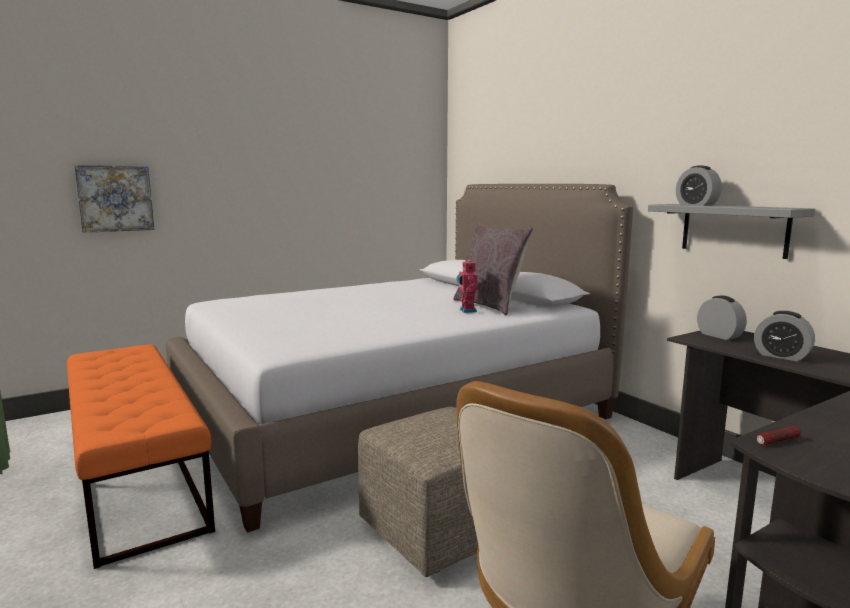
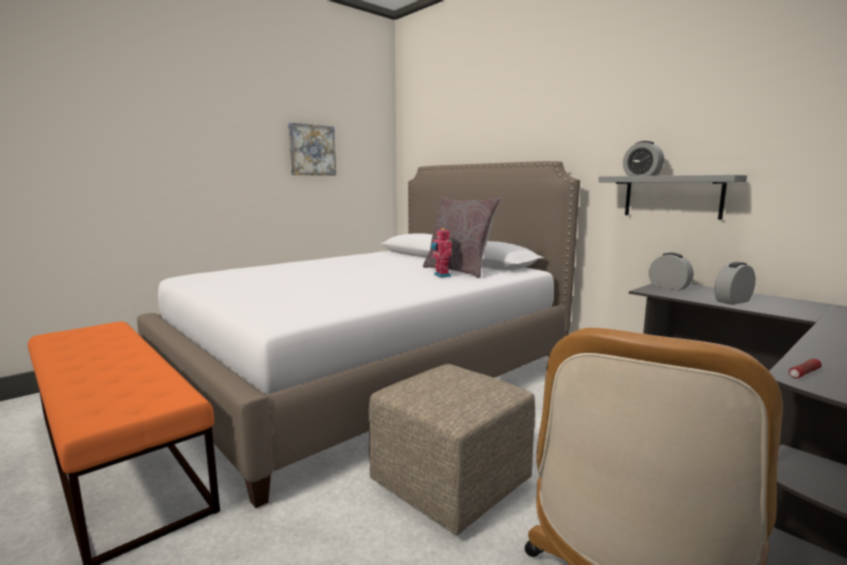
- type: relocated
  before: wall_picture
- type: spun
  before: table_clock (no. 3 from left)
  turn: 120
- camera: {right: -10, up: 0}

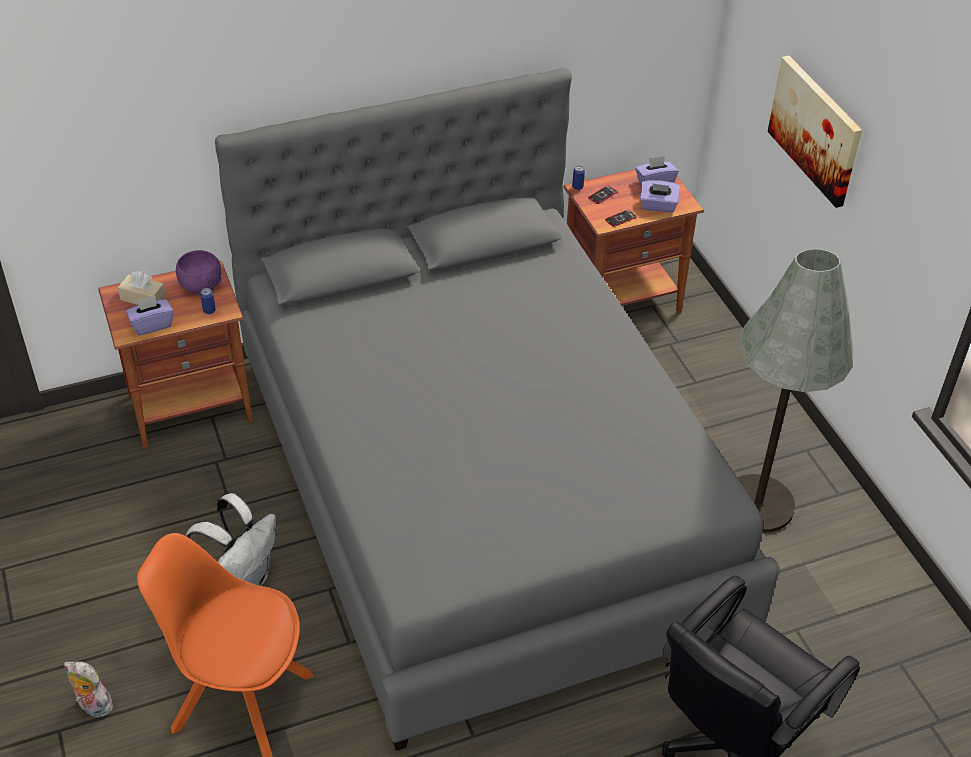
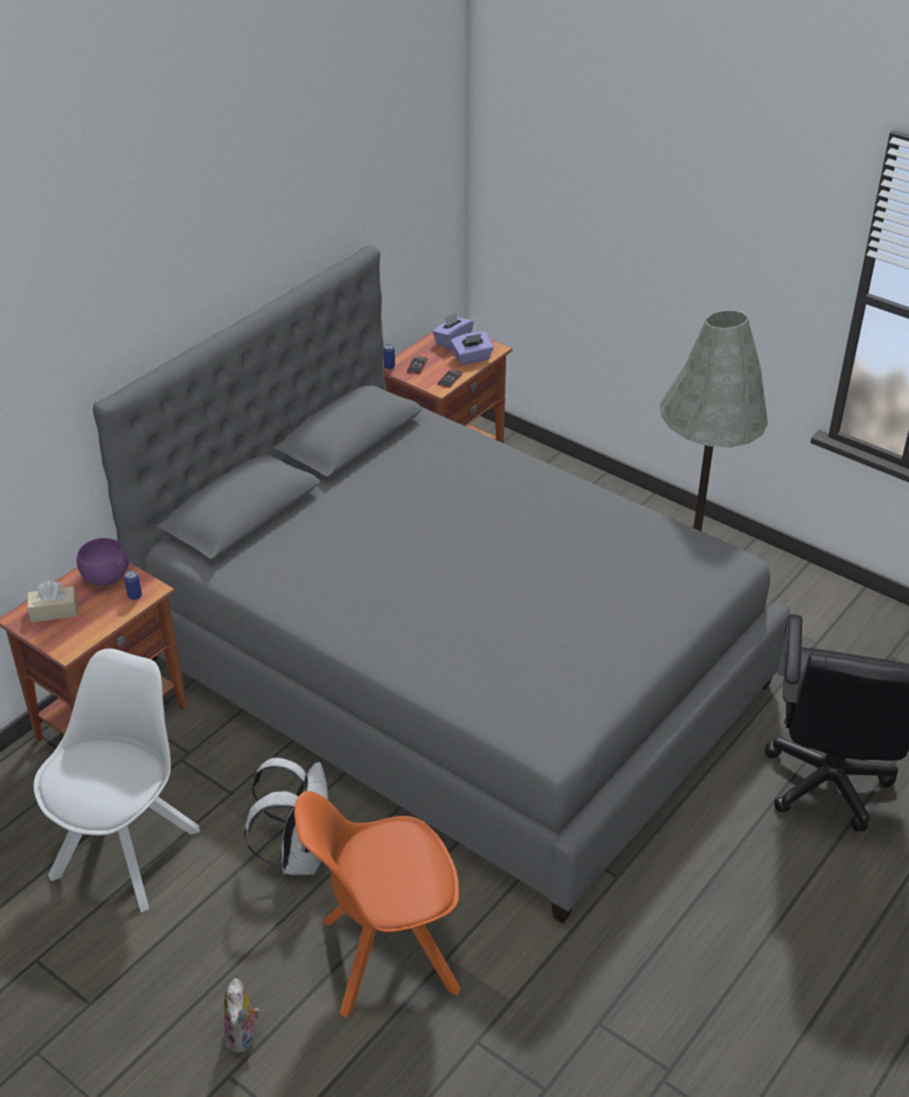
- type: missing
  before: purple-coloured_tissue_box (no. 1 from left)
- type: missing
  before: wall_picture
- type: appeared
  after: whitish_chair
- type: spun
  before: soft_toy
  turn: -90
- camera: {right: -30, up: -5}

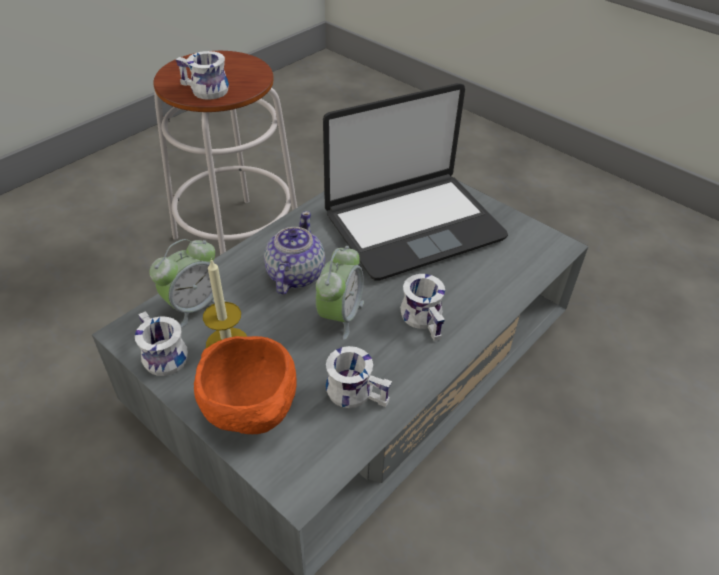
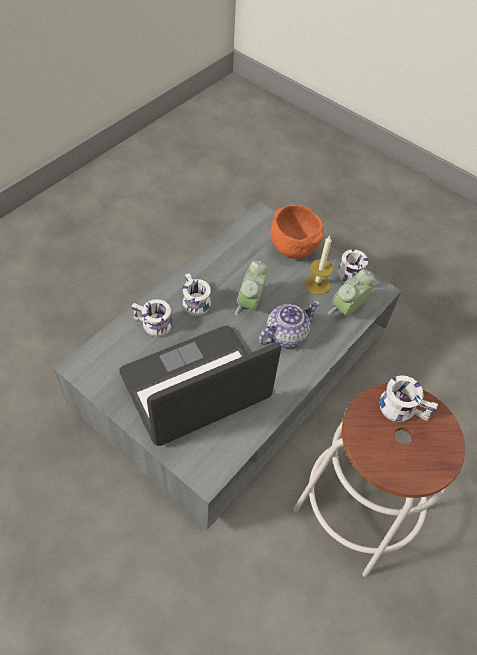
- type: relocated
  before: whitish_mug (no. 3 from left in the first image)
  after: whitish_mug (no. 1 from left)
- type: spun
  before: pot_for_tea
  turn: -135
- camera: {right: 175, up: 10}

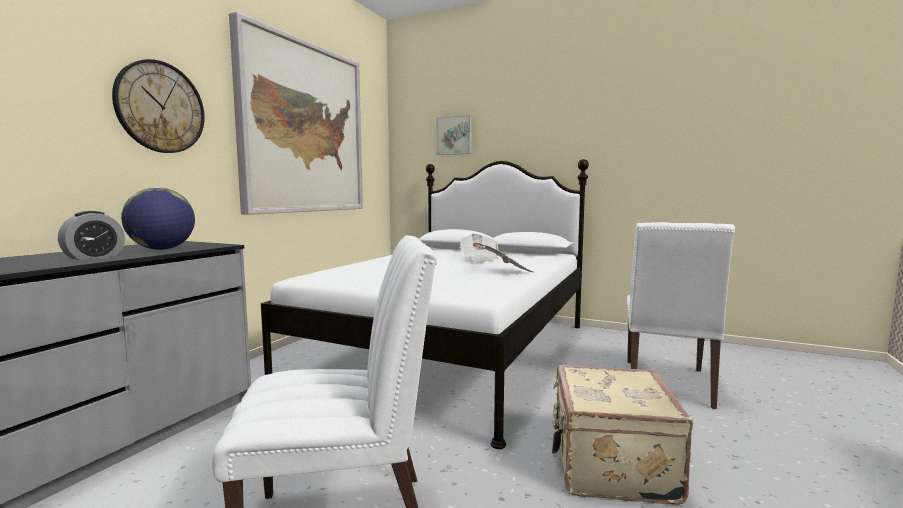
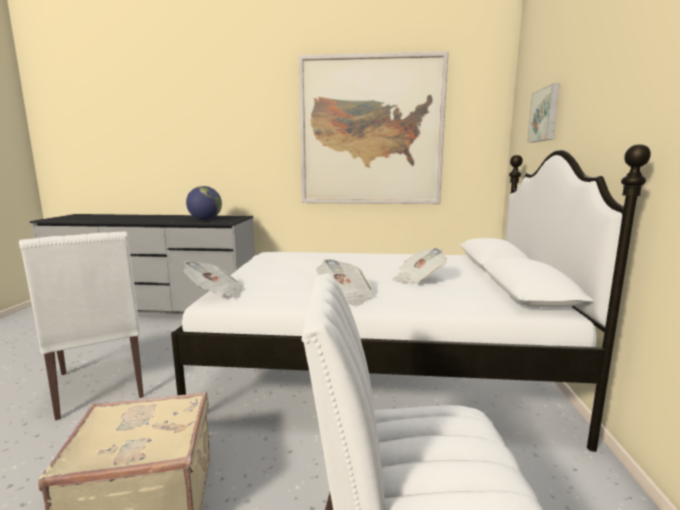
- type: missing
  before: table_clock
- type: missing
  before: wall_clock
- type: appeared
  after: daily_paper (no. 1 from left)
- camera: {right: 70, up: 5}

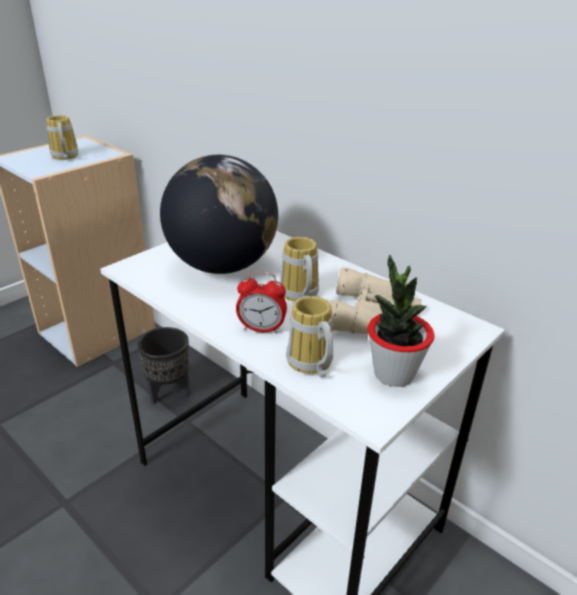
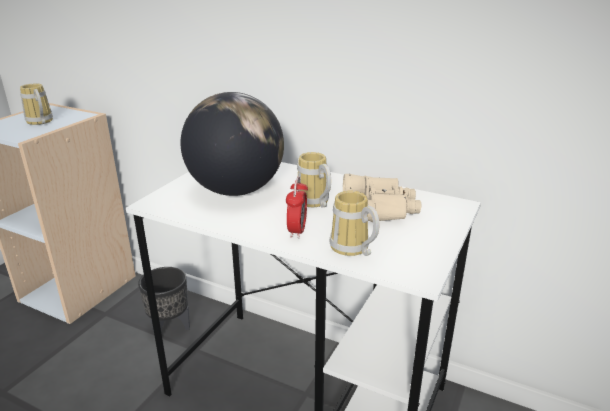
- type: missing
  before: potted_plant
- type: spun
  before: table_clock
  turn: -75
- camera: {right: -15, up: -5}

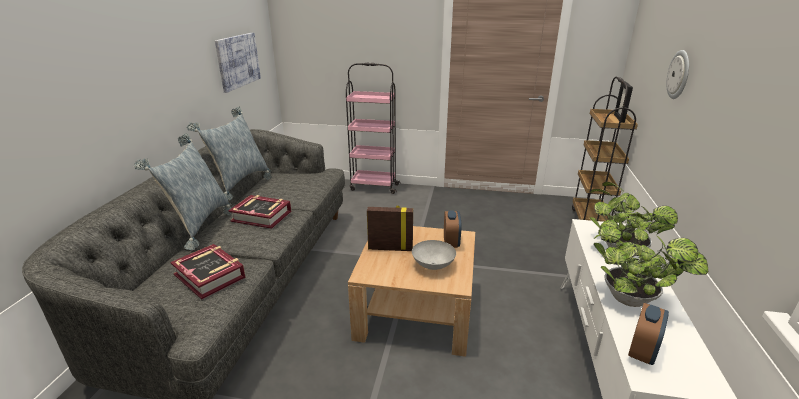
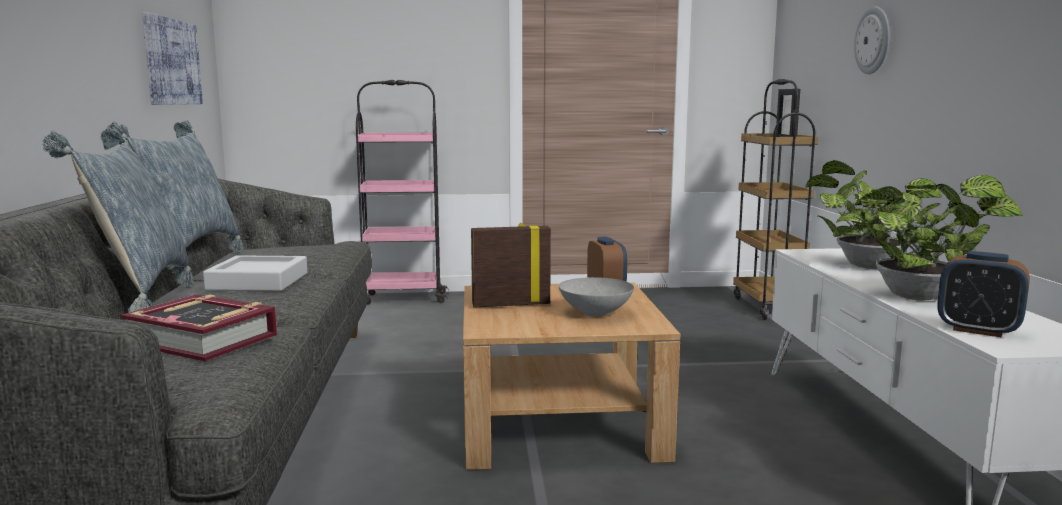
- type: exchanged
  before: volume (no. 2 from left)
  after: grey_tray
- type: spun
  before: table_clock (no. 2 from left)
  turn: 105
- camera: {right: -15, up: -15}

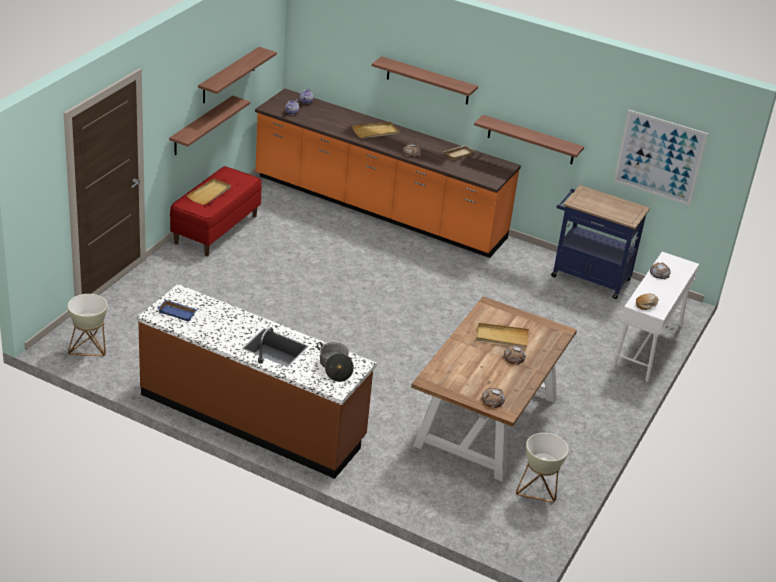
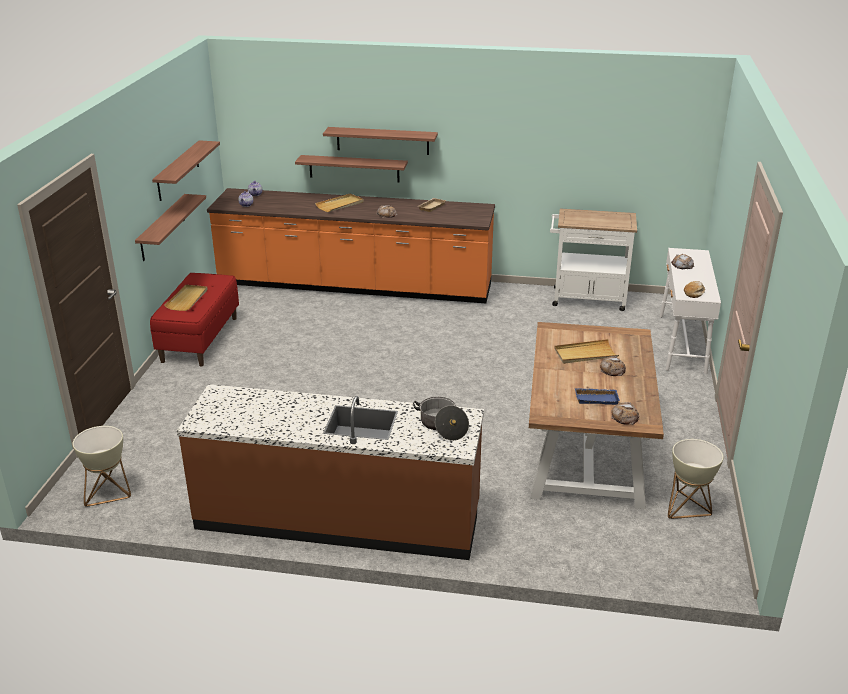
- type: missing
  before: wall_picture
- type: relocated
  before: blue_tray
- type: relocated
  before: bracket_shelf (no. 4 from left in the first image)
  after: bracket_shelf (no. 3 from left)
- type: colour
  before: blue_wheeled_cart
  after: whitish_wheeled_cart
- camera: {right: -15, up: -5}

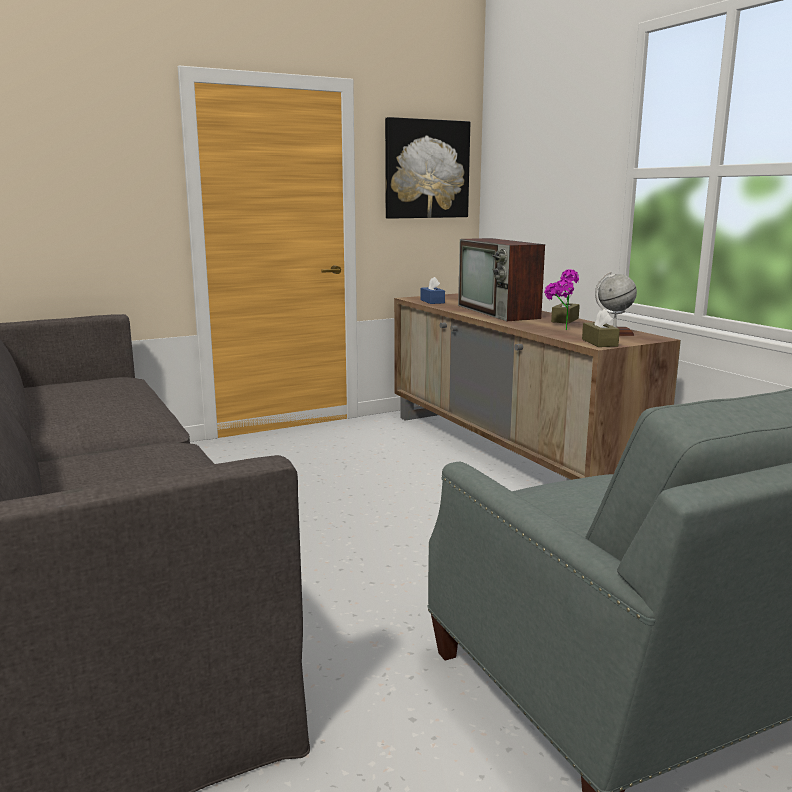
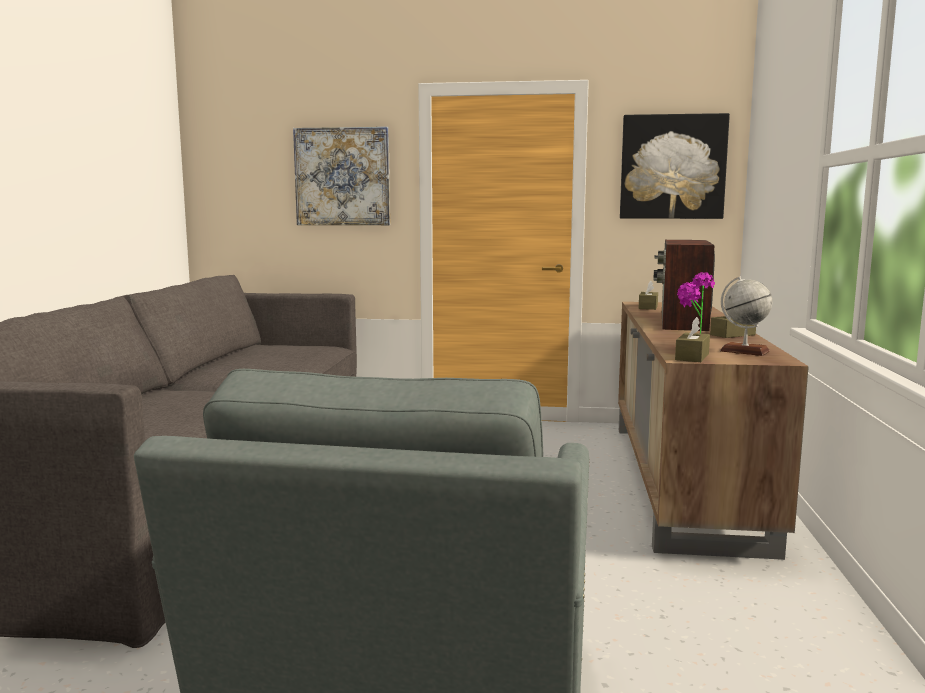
- type: appeared
  after: wall_picture (no. 1 from left)
- type: colour
  before: blue_tissue_box
  after: brownish_tissue_box (no. 1 from left)
- camera: {right: 35, up: -5}

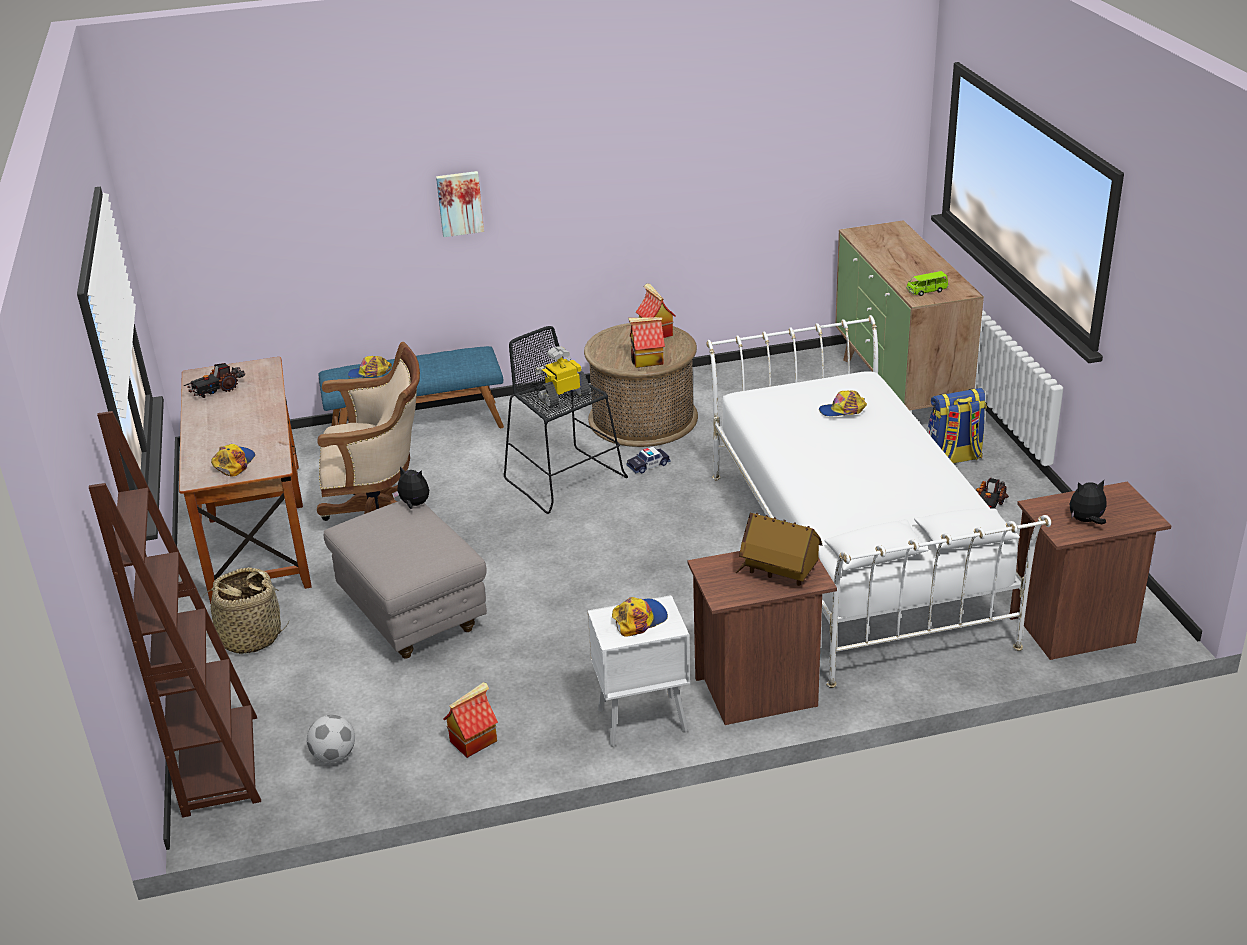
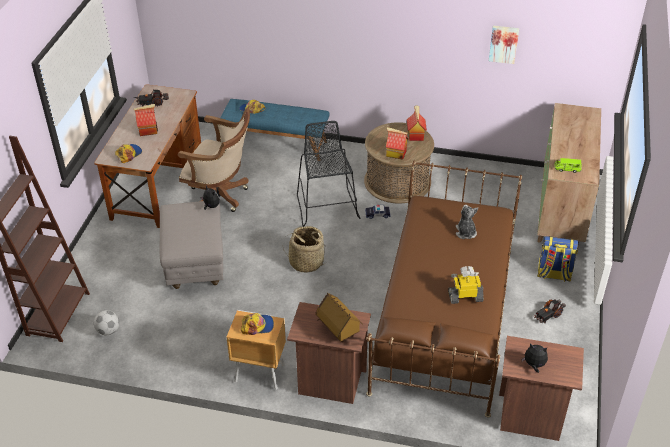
- type: relocated
  before: household_basket
- type: relocated
  before: wall_picture
- type: relocated
  before: model_house (no. 1 from left)
- type: relocated
  before: model_robot
- type: exchanged
  before: baseball_cap (no. 4 from left)
  after: soft_toy (no. 2 from left)
- type: colour
  before: whitish_night_table
  after: brownish_night_table (no. 1 from left)
- type: colour
  before: whitish_sleeping_bed
  after: brownish_sleeping_bed
- camera: {right: 25, up: 10}

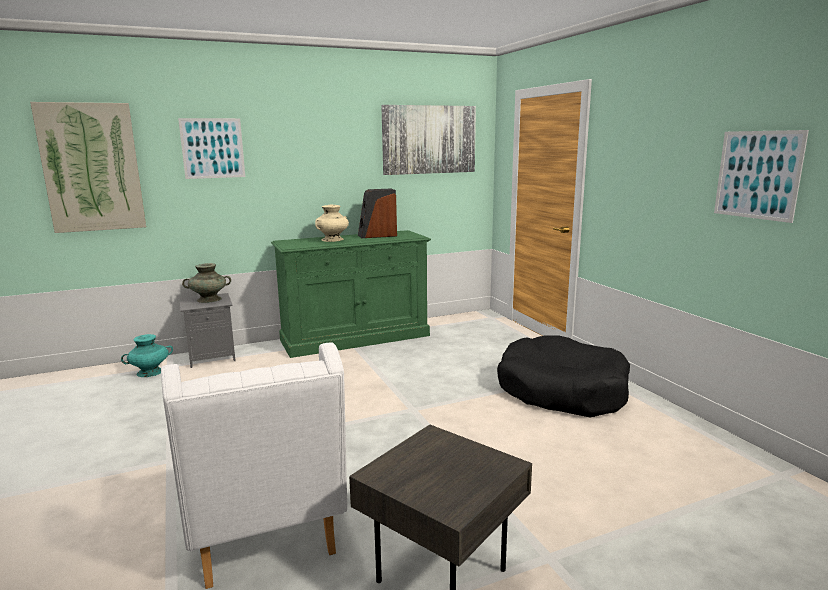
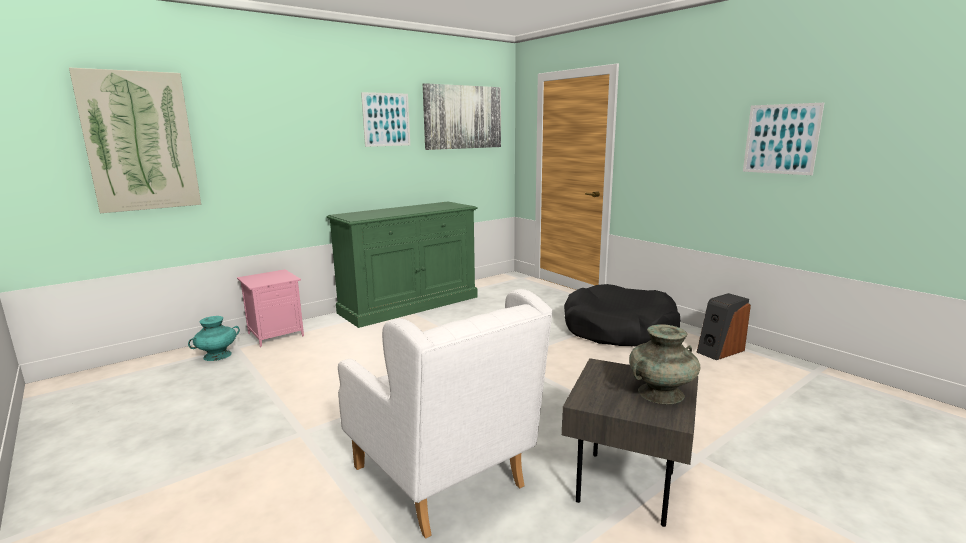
- type: missing
  before: beige_vase
- type: relocated
  before: wall_picture (no. 2 from left)
- type: relocated
  before: turquoise-coloured_vase (no. 2 from left)
- type: relocated
  before: loudspeaker
- type: colour
  before: grey_night_table
  after: pink-coloured_night_table
- camera: {right: -15, up: 0}

